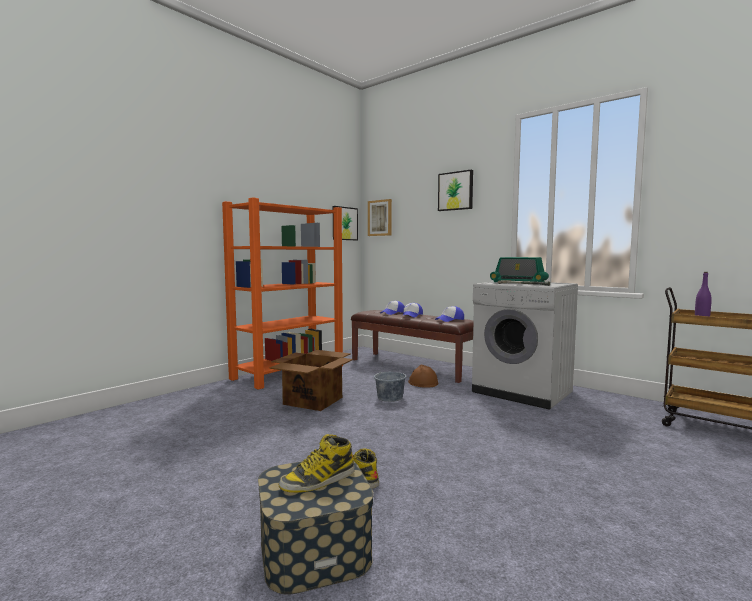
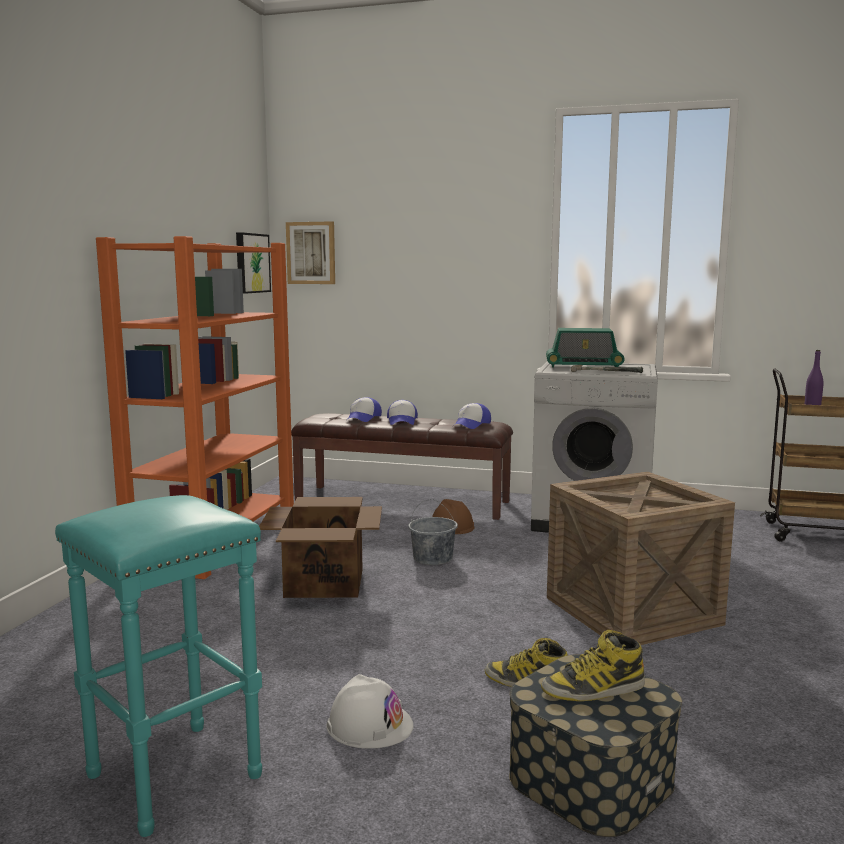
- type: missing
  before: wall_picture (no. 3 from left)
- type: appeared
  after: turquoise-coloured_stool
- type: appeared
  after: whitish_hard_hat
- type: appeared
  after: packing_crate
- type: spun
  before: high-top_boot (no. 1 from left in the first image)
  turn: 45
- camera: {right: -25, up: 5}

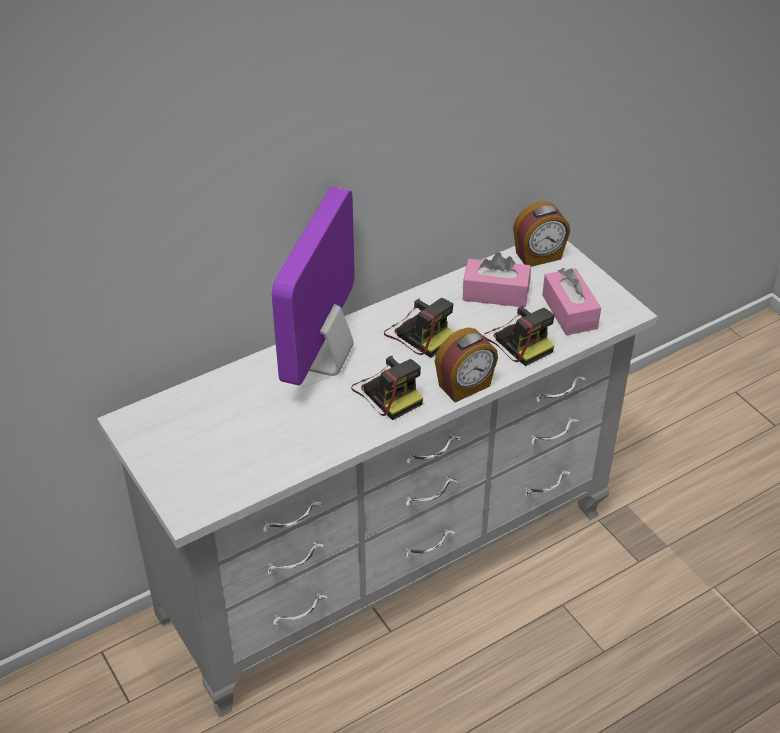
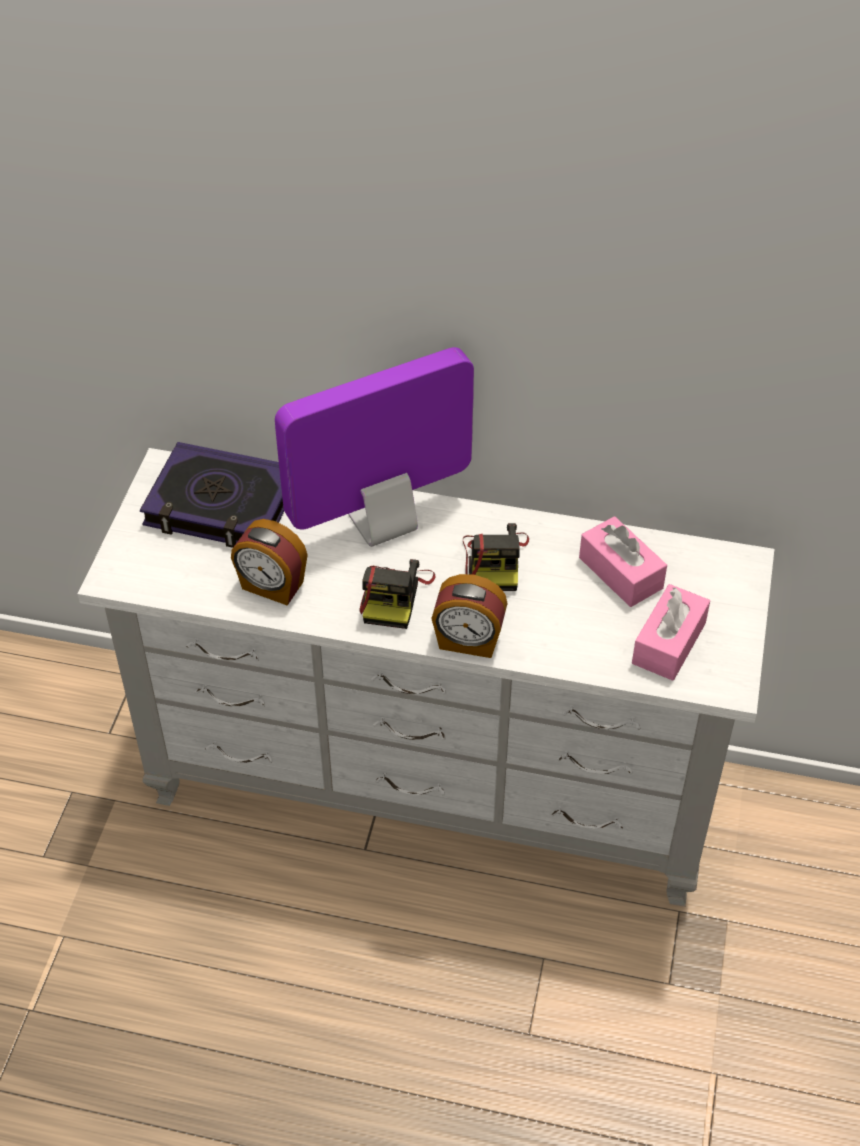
- type: missing
  before: photo_camera (no. 3 from left)
- type: appeared
  after: volume
- type: relocated
  before: table_clock (no. 2 from left in the first image)
  after: table_clock (no. 1 from left)
- camera: {right: 45, up: 5}

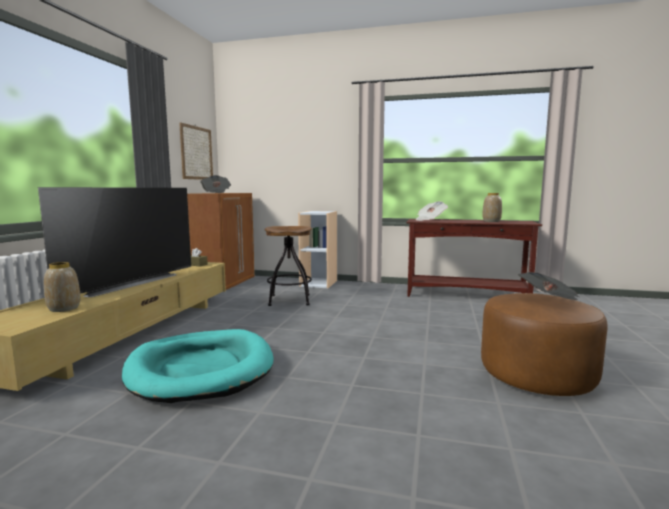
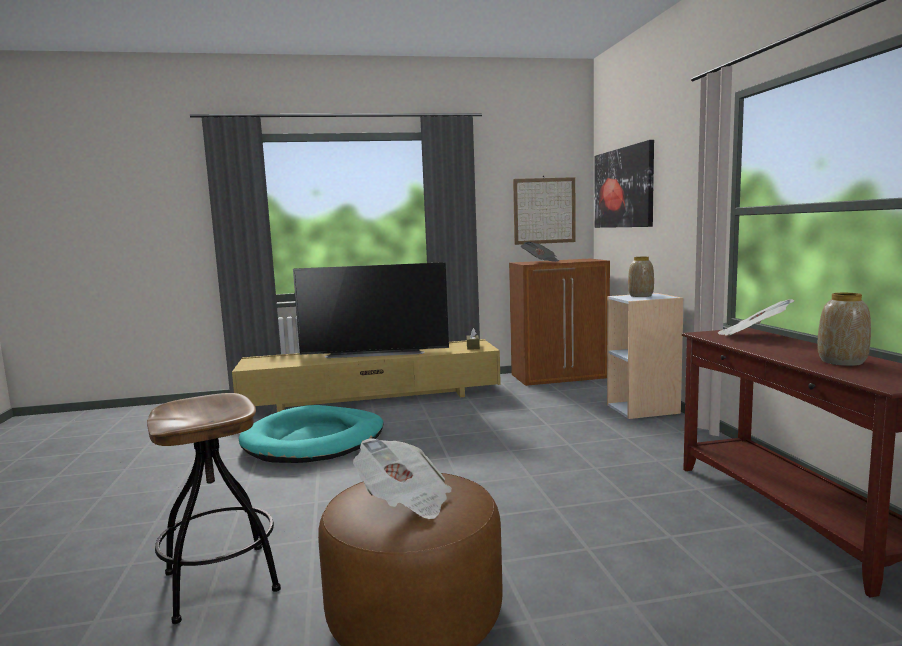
- type: appeared
  after: wall_picture (no. 2 from left)
- type: relocated
  before: vase (no. 1 from left)
- type: relocated
  before: brownish_stool
- camera: {right: 65, up: 0}

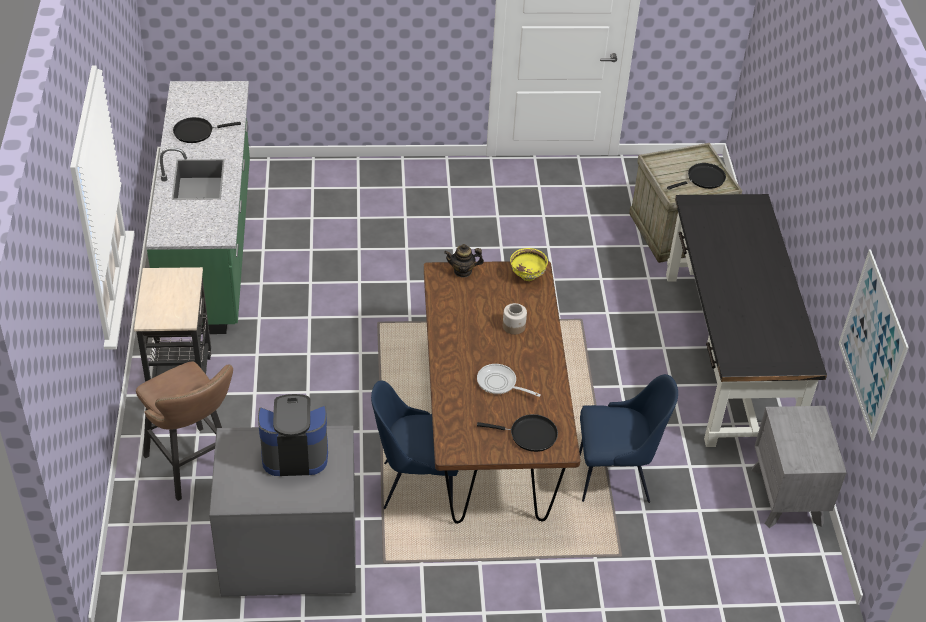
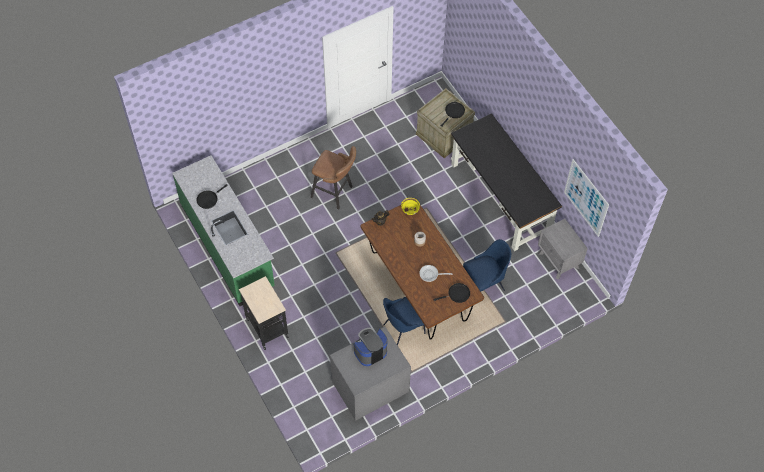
- type: relocated
  before: brownish_stool
- camera: {right: -25, up: 15}

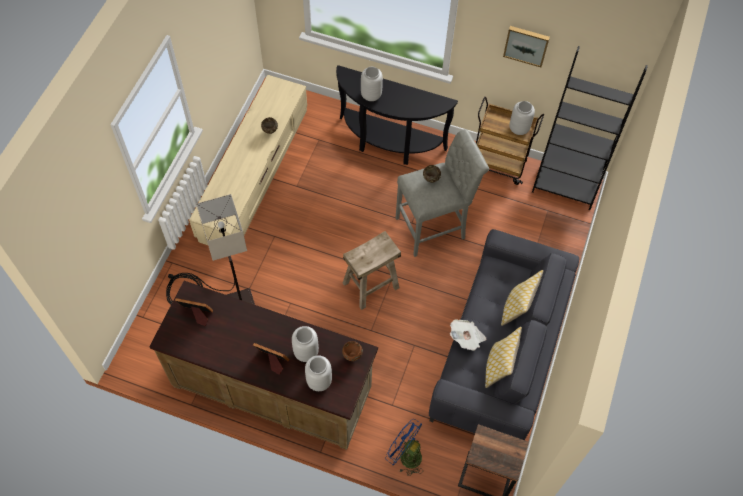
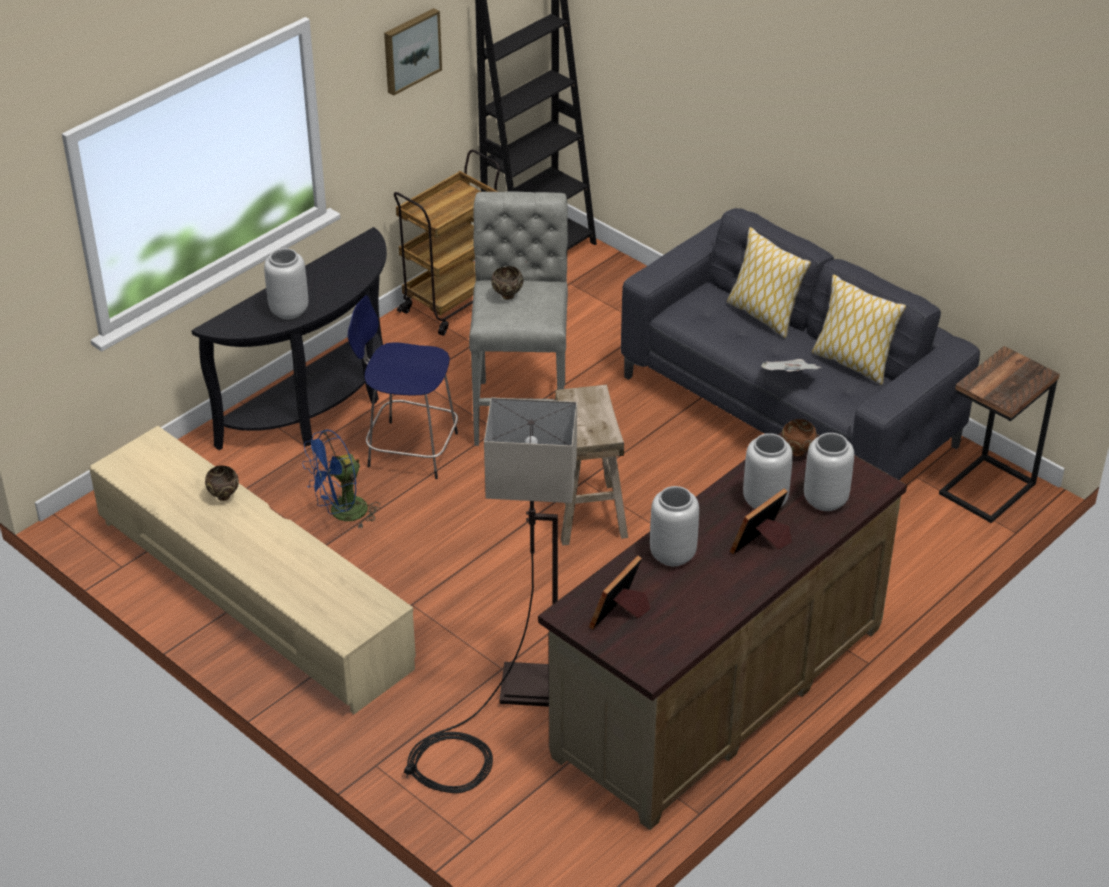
- type: appeared
  after: blue_stool
- type: relocated
  before: blue_cooling_fan
- type: relocated
  before: grey_vase (no. 4 from left in the first image)
  after: grey_vase (no. 2 from left)
- camera: {right: -65, up: -20}

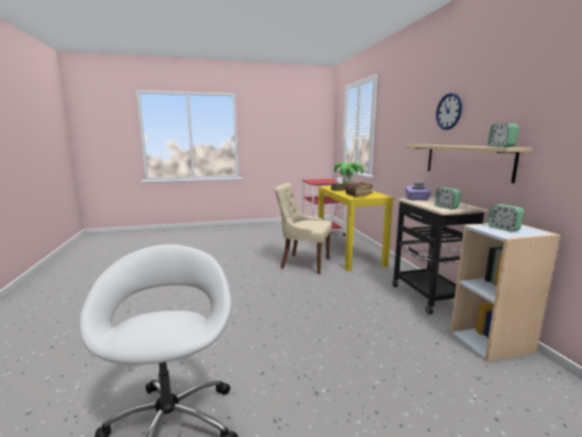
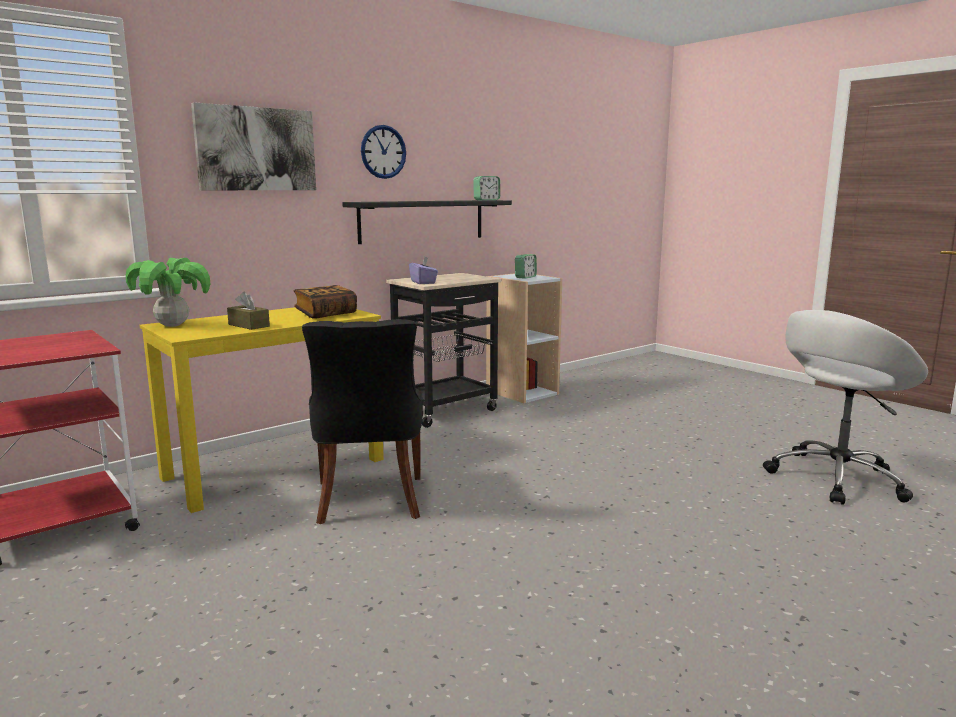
- type: missing
  before: table_clock (no. 1 from left)
- type: appeared
  after: wall_picture
- type: colour
  before: beige_chair
  after: black-coloured_chair
- type: colour
  before: beige_bracket_shelf
  after: black-coloured_bracket_shelf
- camera: {right: -115, up: 0}

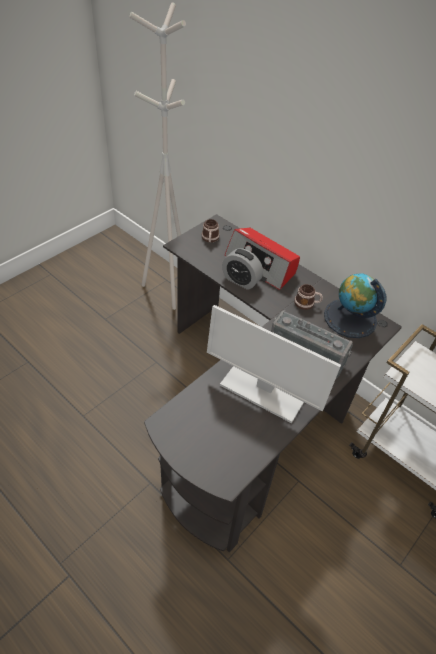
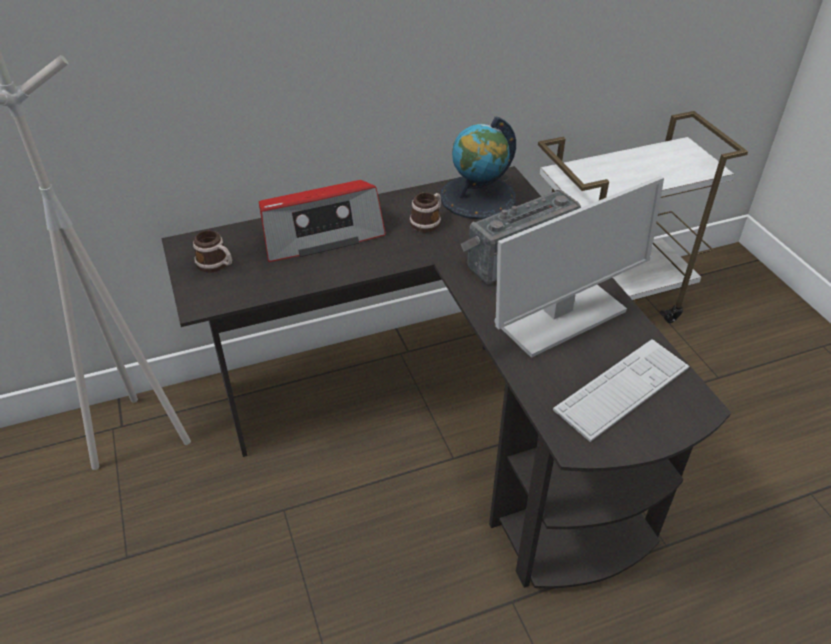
- type: missing
  before: table_clock
- type: appeared
  after: computer_keyboard
- camera: {right: -60, up: -5}

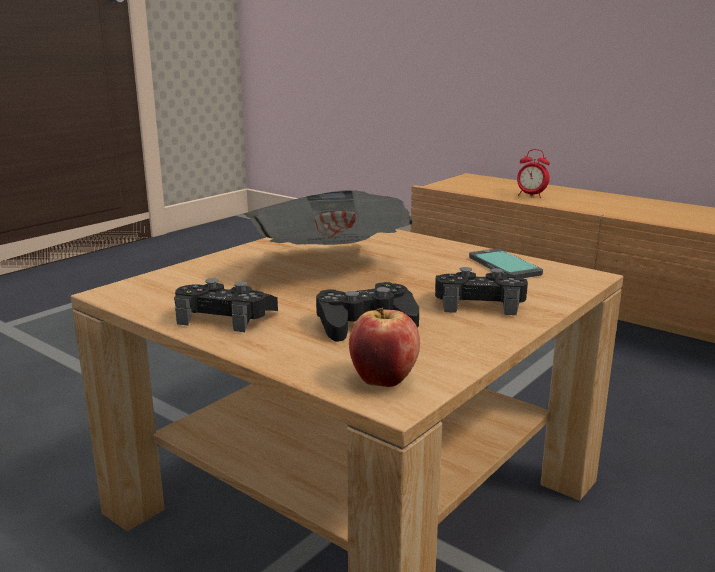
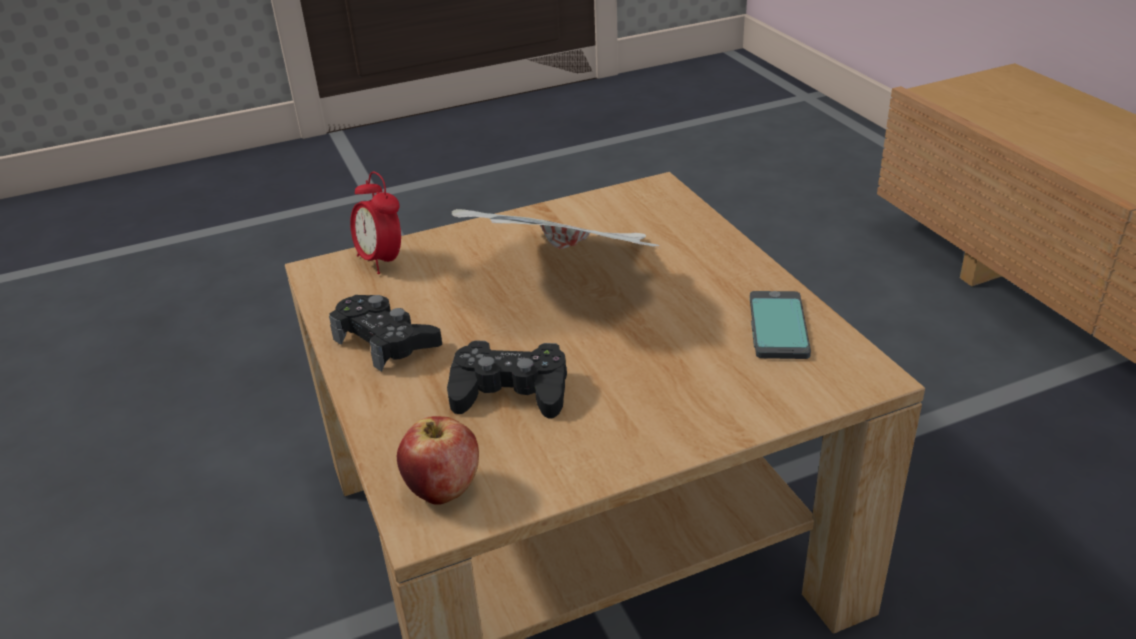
- type: missing
  before: black-coloured_gamepad (no. 3 from left)
- type: relocated
  before: table_clock
- camera: {right: 30, up: 15}

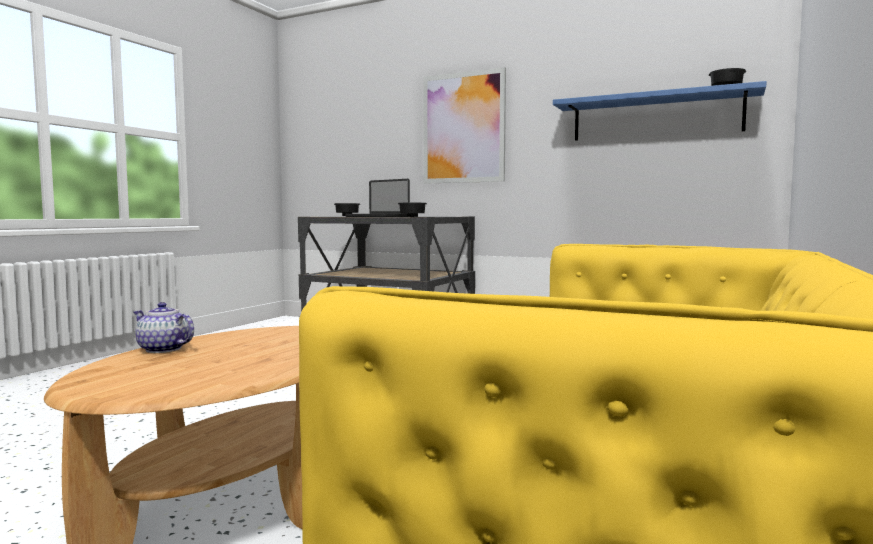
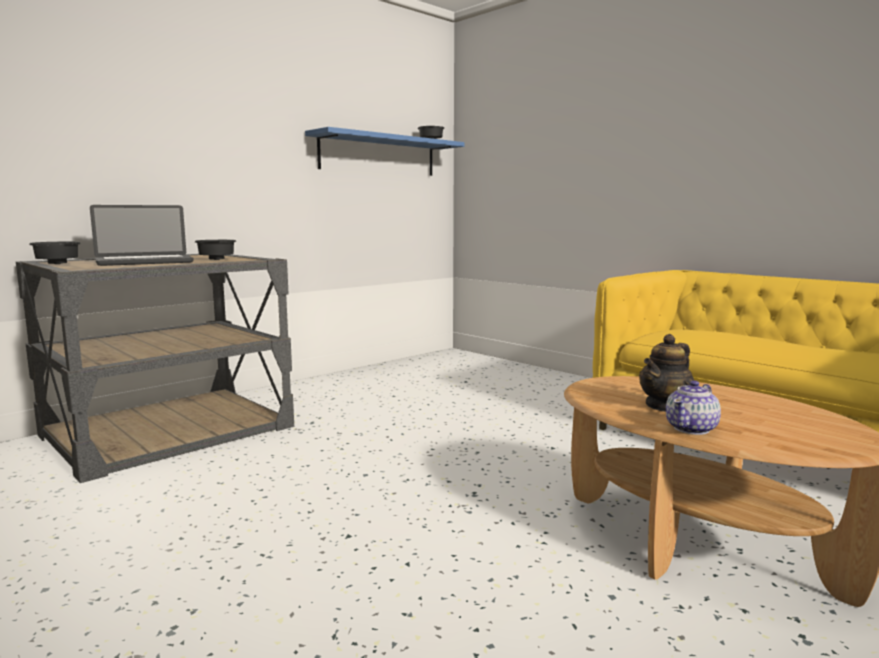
- type: missing
  before: wall_picture
- type: appeared
  after: pot_for_tea (no. 1 from left)
- camera: {right: -70, up: 5}

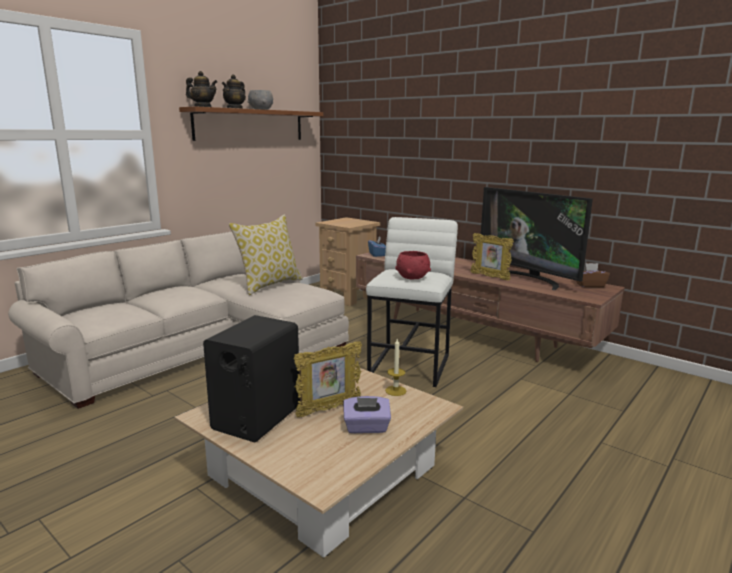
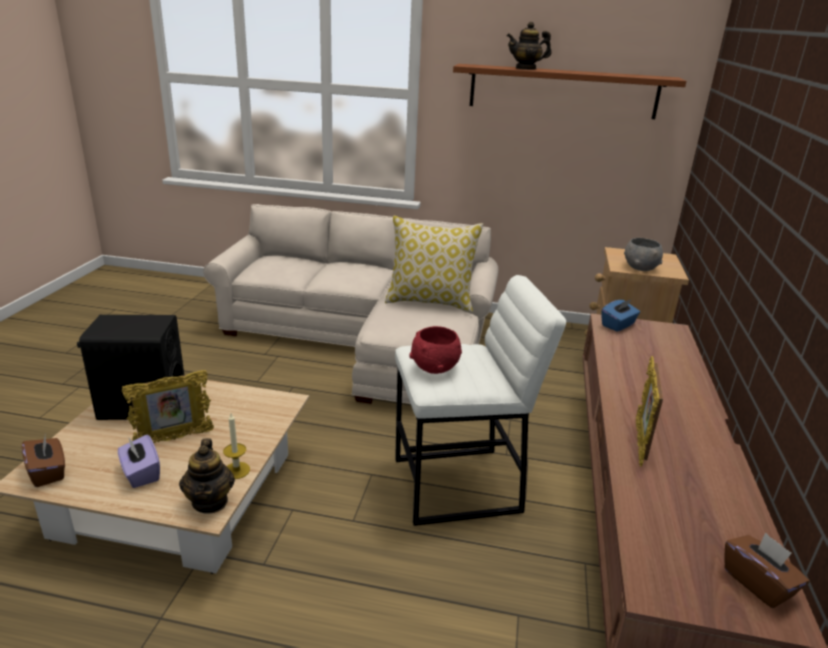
- type: missing
  before: television
- type: appeared
  after: brownish_tissue_box (no. 1 from left)
- type: relocated
  before: pot_for_tea (no. 1 from left)
- type: relocated
  before: grey_bowl
- type: spun
  before: standing_frame (no. 1 from left)
  turn: -60
- camera: {right: 60, up: 10}

